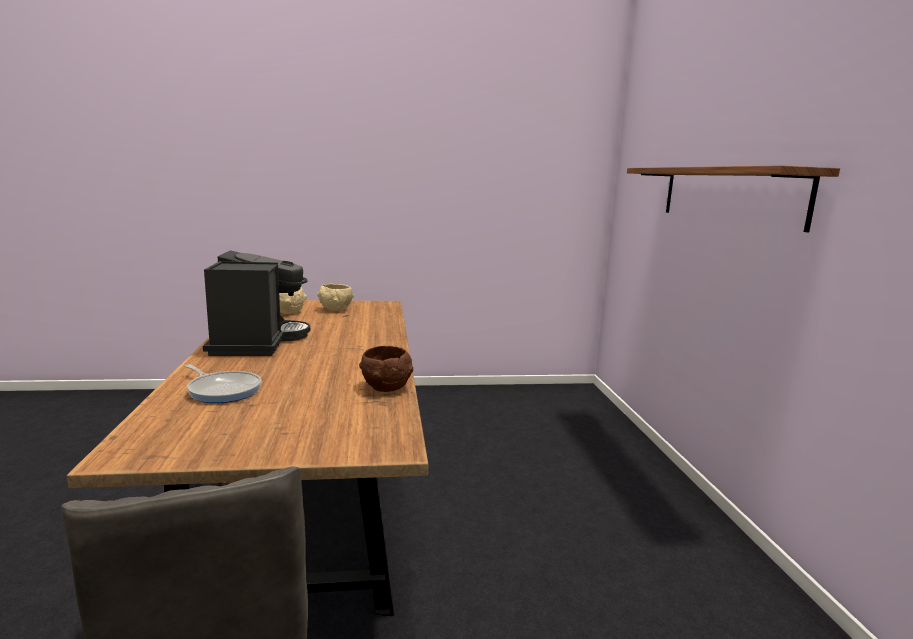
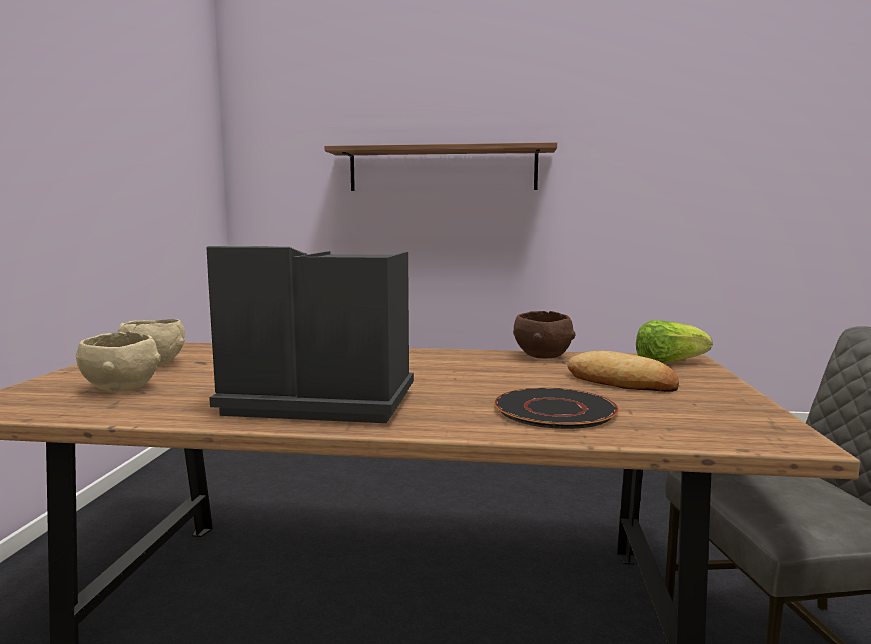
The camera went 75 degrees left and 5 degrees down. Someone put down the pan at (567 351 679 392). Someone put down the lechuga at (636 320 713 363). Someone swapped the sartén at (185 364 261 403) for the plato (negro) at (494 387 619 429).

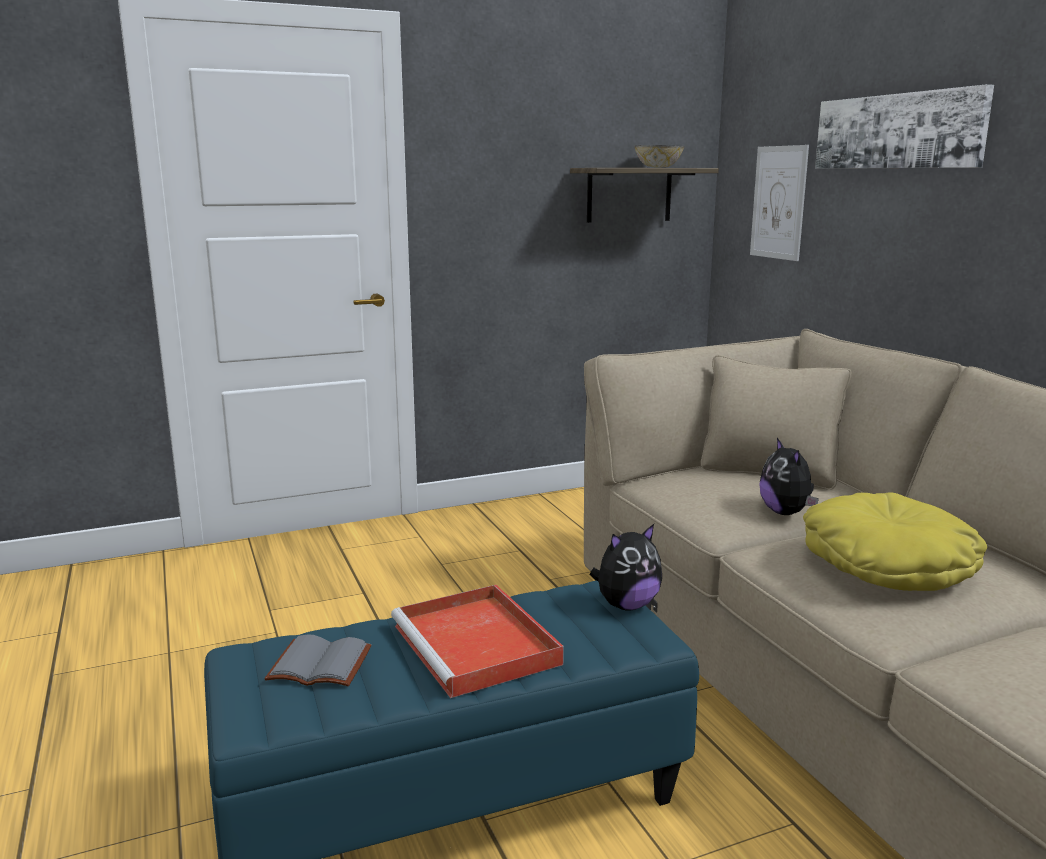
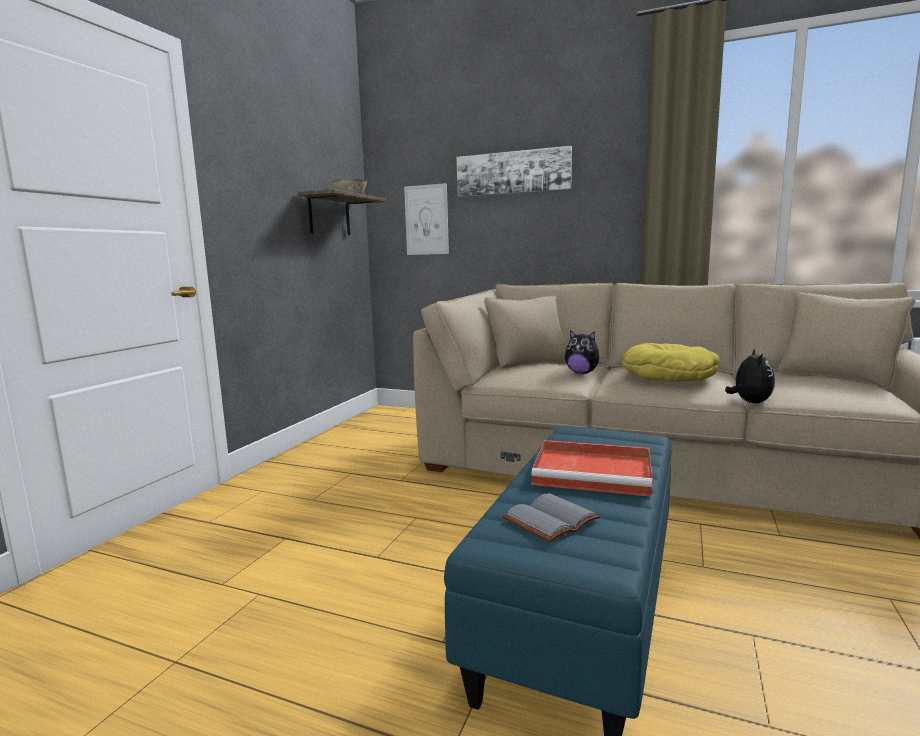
The camera went 45 degrees left and 5 degrees down. Someone carried the peluche from (590 524 662 610) to (725 349 775 403).

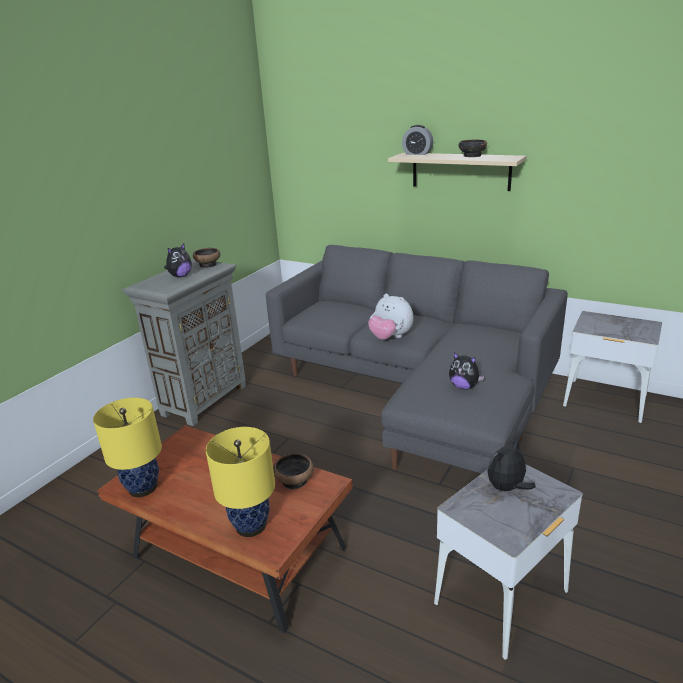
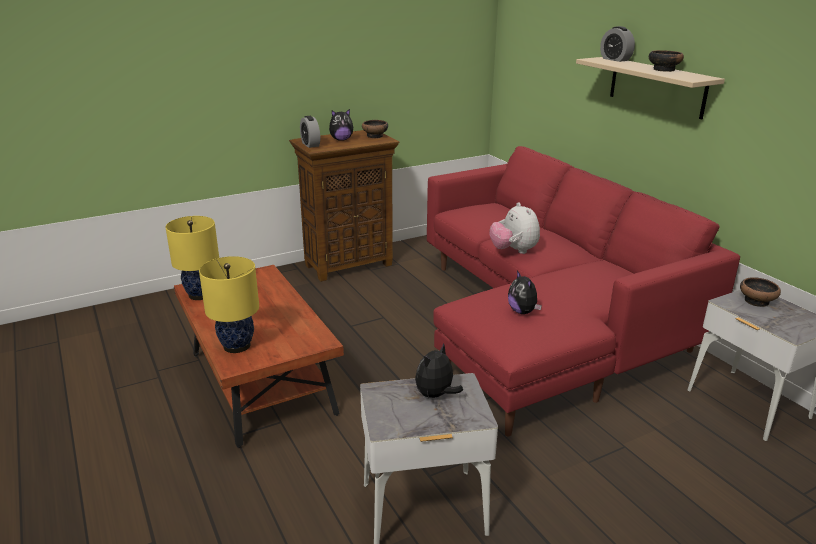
The camera went 30 degrees right and 0 degrees up. Someone put down the despertador at (300 116 320 148). Someone carried the cuenco from (273 453 314 490) to (740 277 781 307). Someone repainted the armario (gris) at (122 259 246 426), which became the armario (marrón) at (289 130 400 282). Someone repainted the sofá (gris) at (266 245 568 474), which became the sofá (rojo) at (427 146 740 437). Someone rotated the peluche at (488 440 536 493) by 45 degrees counterclockwise.

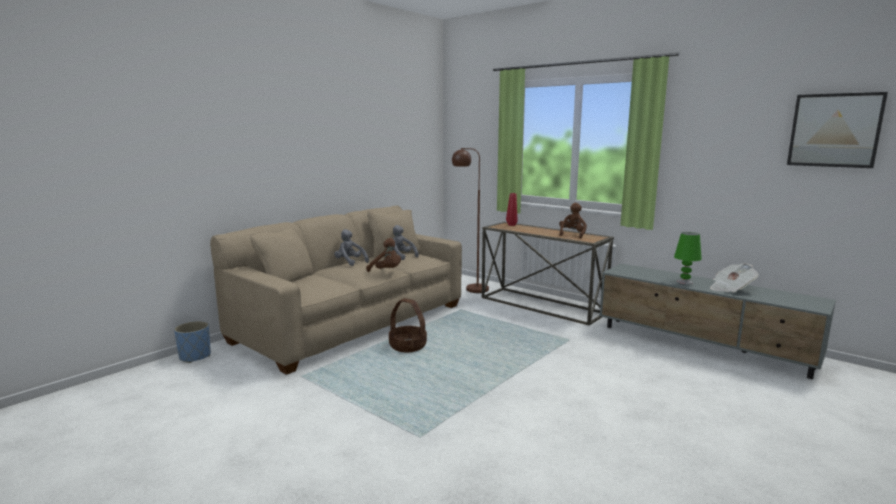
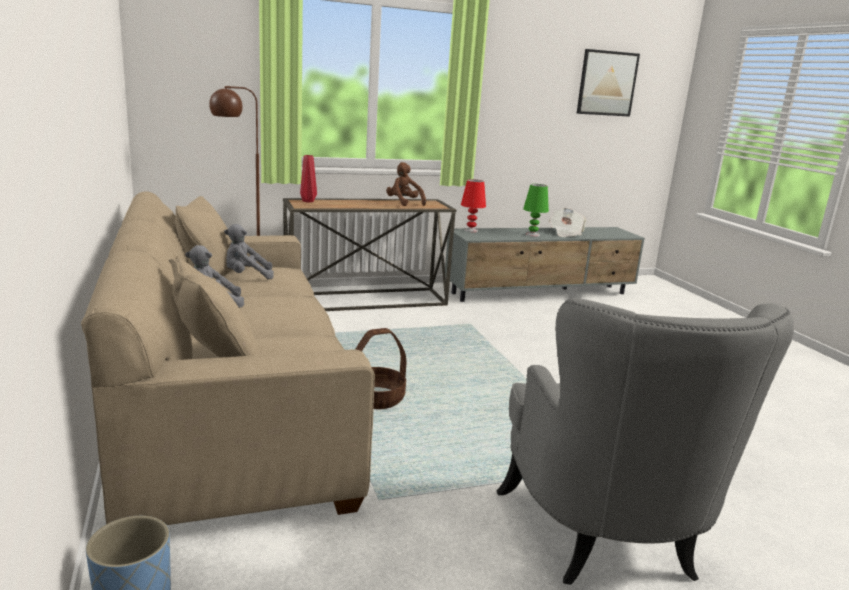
The camera went 60 degrees left and 5 degrees up. Someone took away the peluche (marrón) at (366 238 401 272). Someone put down the lámpara de mesa (rojo) at (461 179 486 232). Someone put down the sillón (gris) at (496 298 793 585).

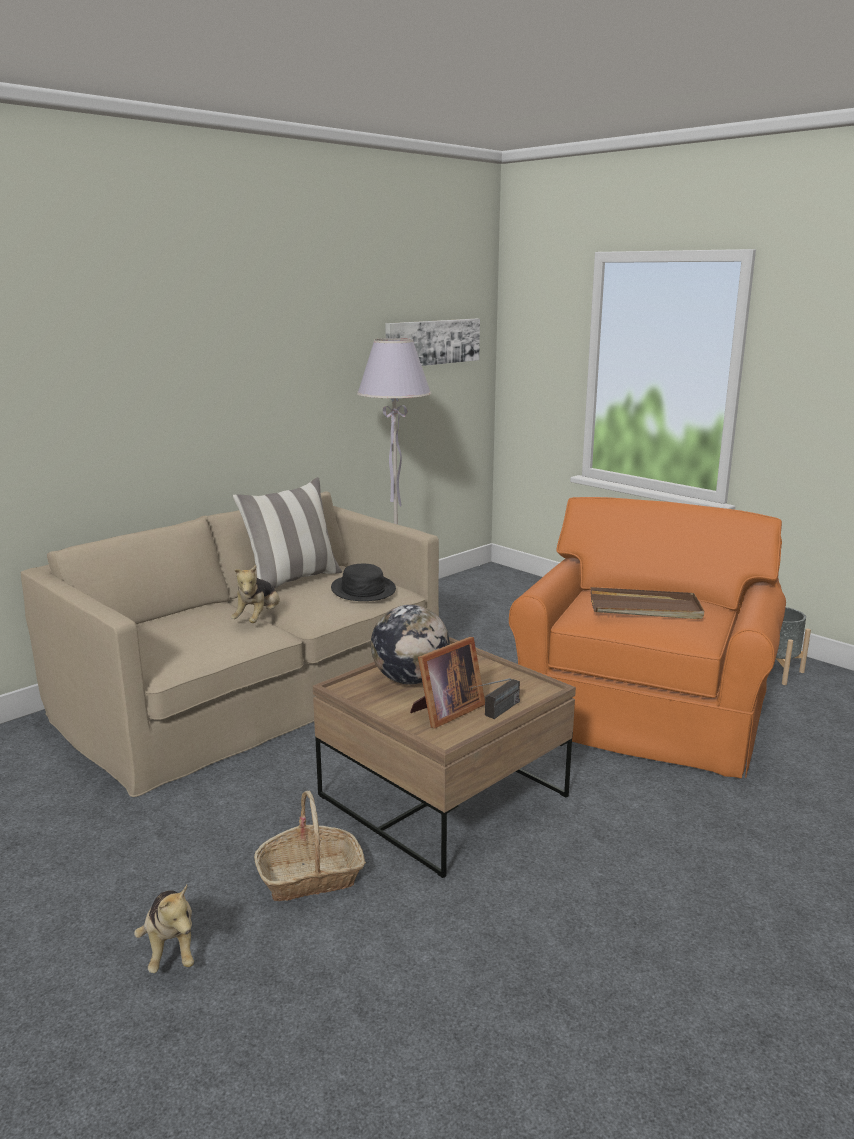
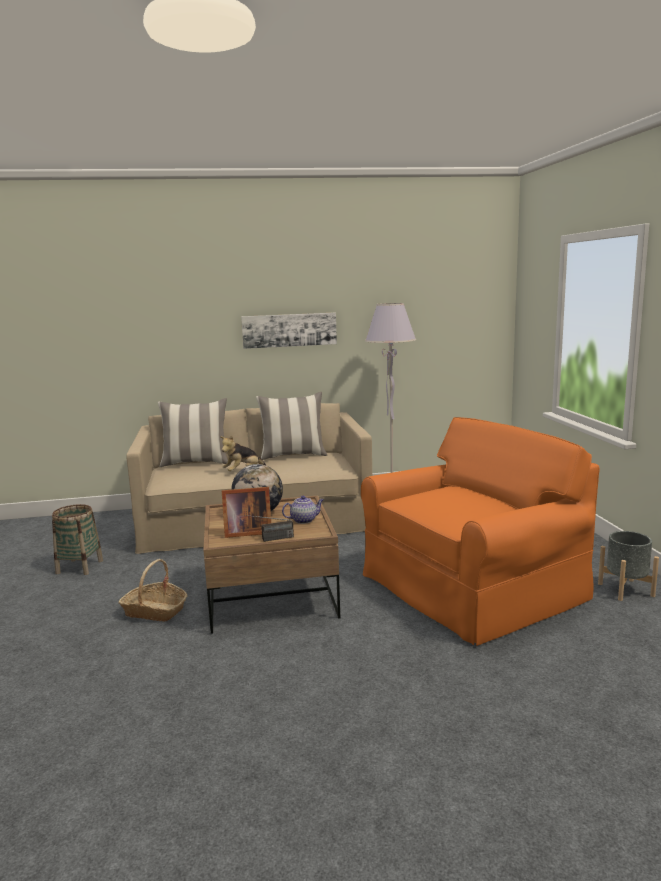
The camera went 35 degrees right and 5 degrees down. Someone took away the peluche at (134 885 194 973). Someone took away the sombrero (negro) at (331 564 396 601). Someone took away the bandeja (marrón) at (590 587 704 619). Someone put down the cesta at (52 504 103 575). Someone put down the cojín at (158 398 228 467). Someone put down the tetera at (282 496 324 524). Someone carried the cuadro from (385 319 480 366) to (241 313 337 349).

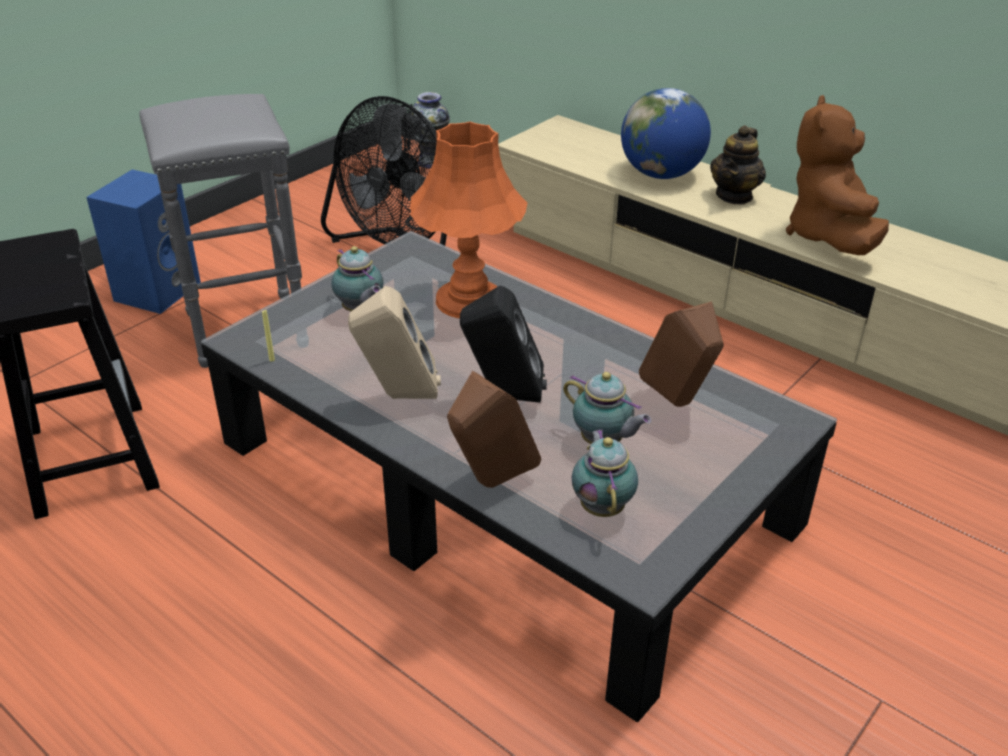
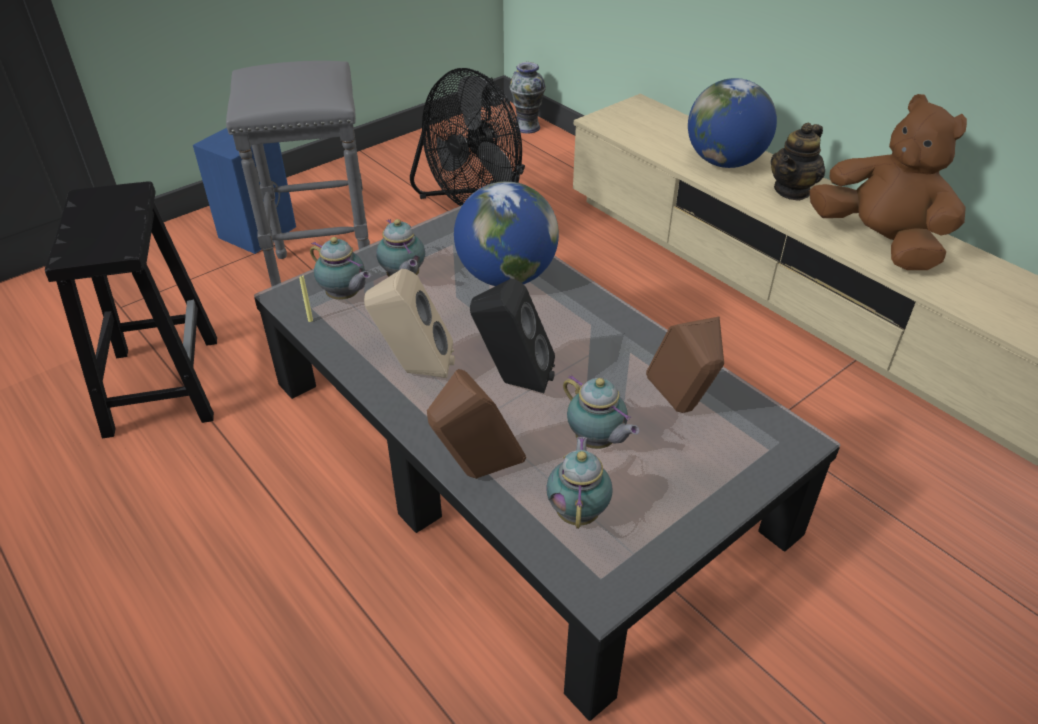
The camera went 10 degrees right and 5 degrees up. Someone put down the tetera at (310 237 371 300). Someone swapped the lámpara de mesa (naranja) at (410 122 527 318) for the globo terráqueo at (454 181 559 286). Someone rotated the peluche (marrón) at (786 95 889 255) by 120 degrees clockwise.

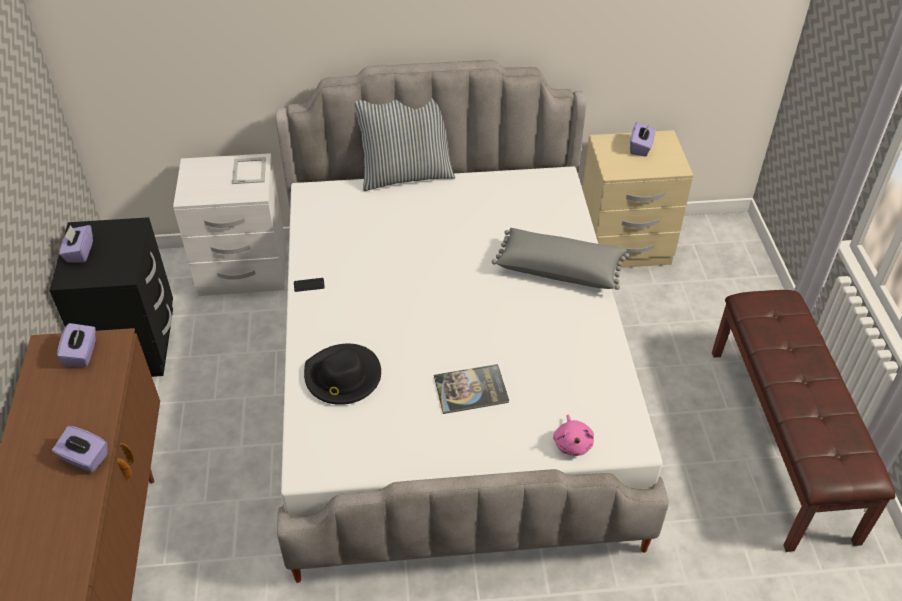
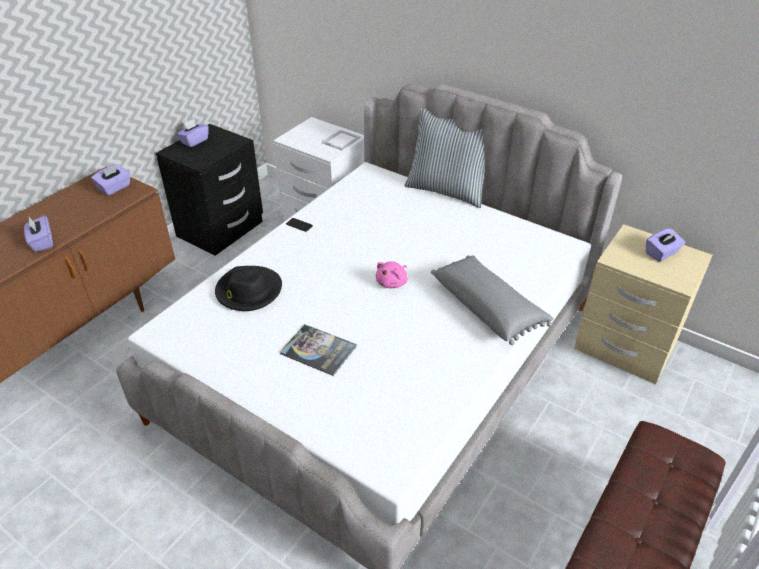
The camera went 40 degrees right and 5 degrees down. Someone carried the peluche (rosa) from (553 415 594 456) to (376 261 408 288).

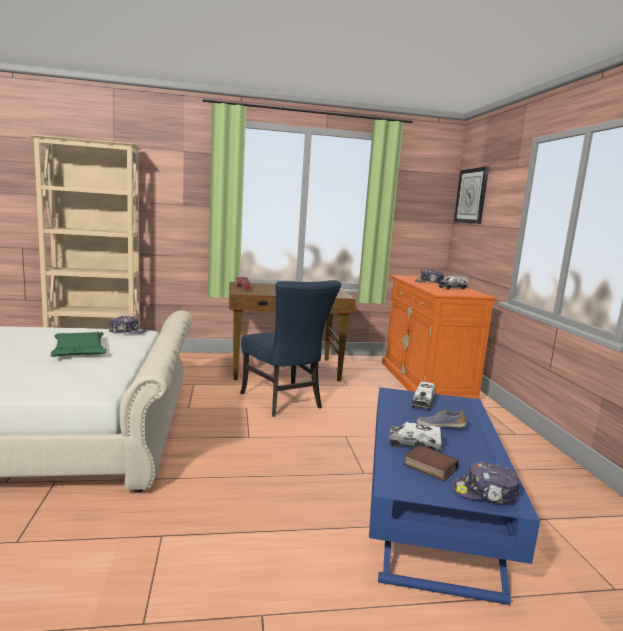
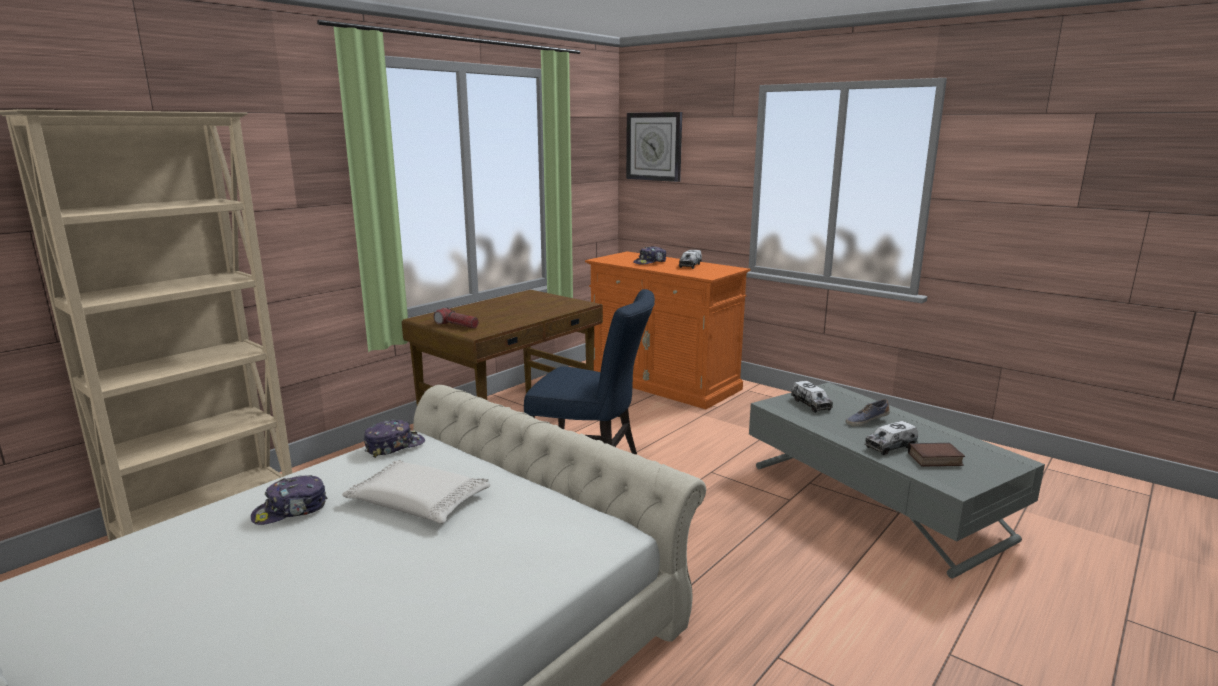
The camera went 40 degrees left and 5 degrees up. Someone carried the gorra from (451 462 520 504) to (251 475 328 525). Someone repainted the cojín (verde) at (50 331 106 357), which became the cojín (blanco) at (342 460 491 524). Someone repainted the mesa de centro (azul) at (369 387 540 605), which became the mesa de centro (gris) at (749 382 1045 578).

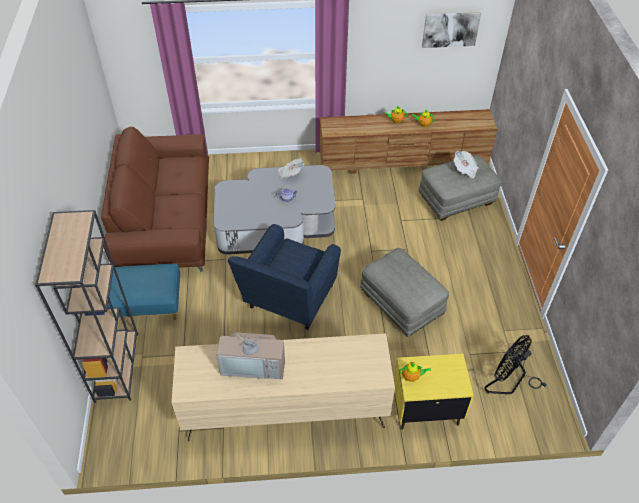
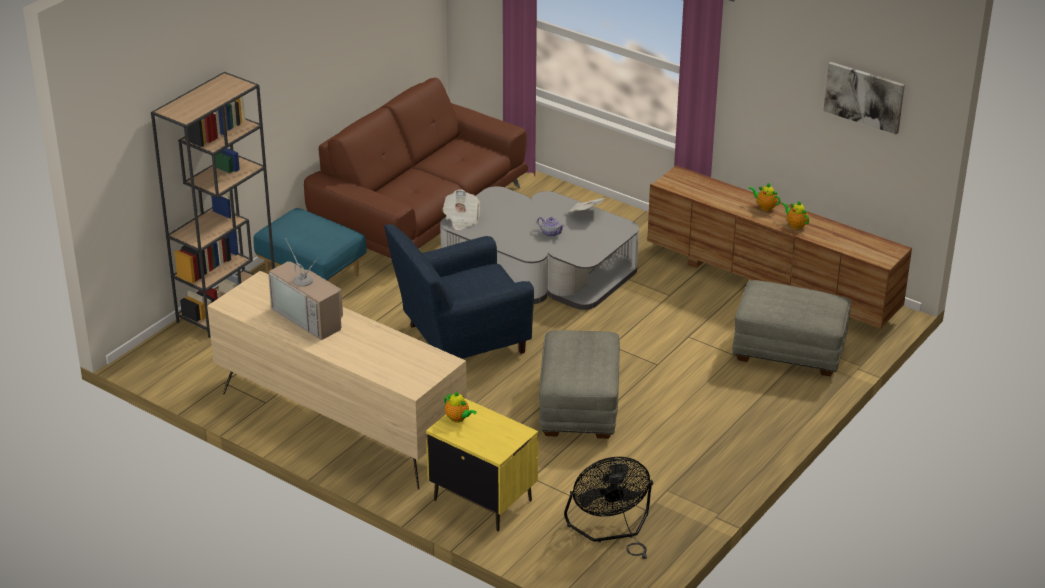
The camera went 40 degrees right and 15 degrees down. Someone carried the periódico from (454 151 479 178) to (442 189 480 230).

